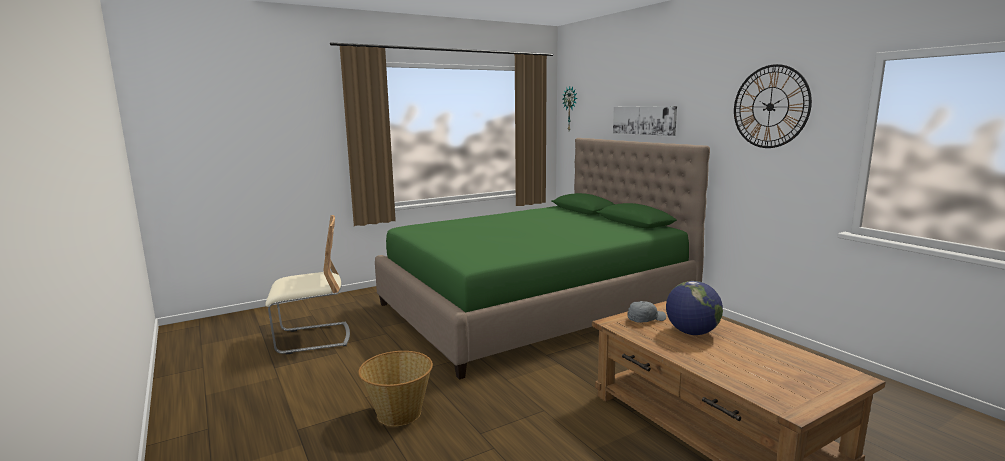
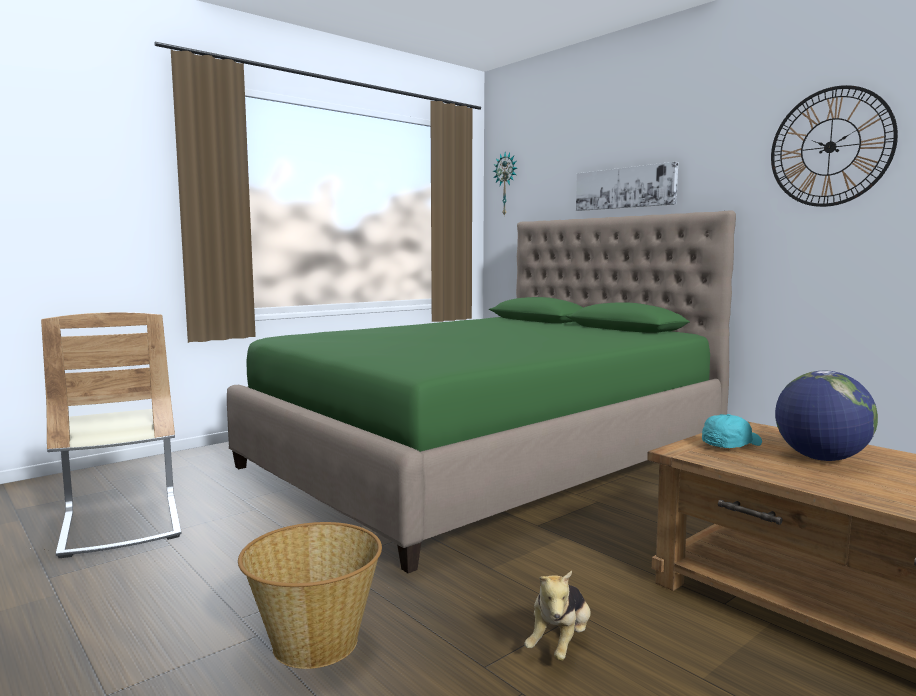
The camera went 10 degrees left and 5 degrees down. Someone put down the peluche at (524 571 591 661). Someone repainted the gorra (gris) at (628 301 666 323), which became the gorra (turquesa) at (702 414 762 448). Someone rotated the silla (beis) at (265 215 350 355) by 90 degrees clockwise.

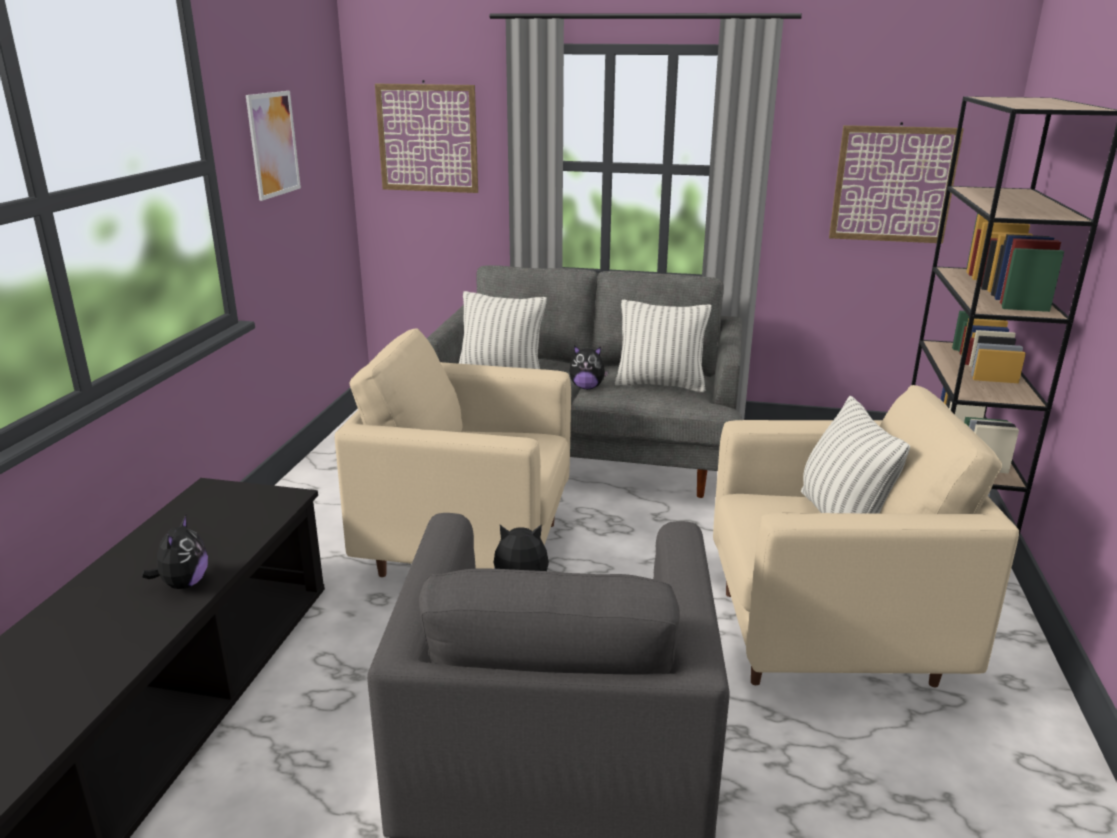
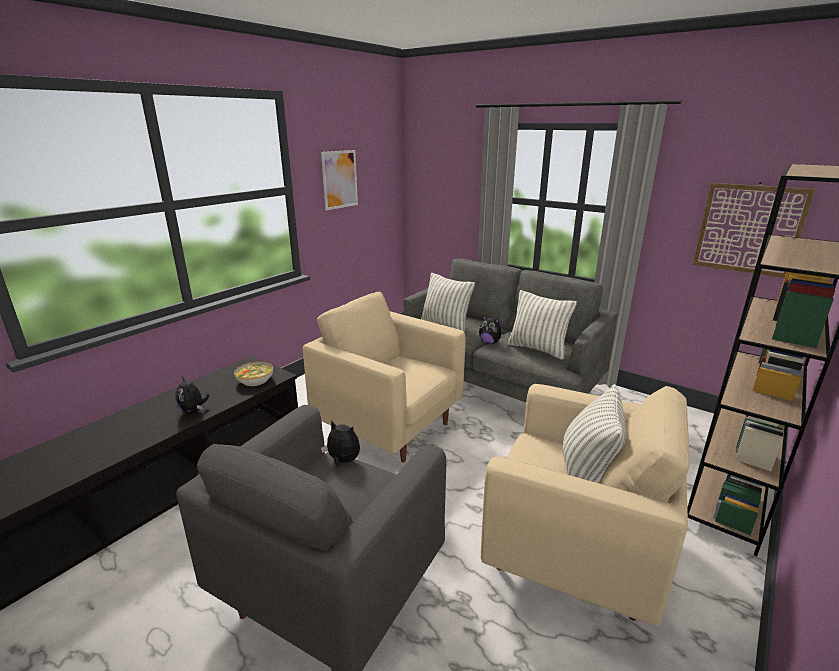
The camera went 25 degrees right and 0 degrees up. Someone took away the cuadro at (375 80 478 193). Someone put down the cuenco at (234 361 273 386). Someone rotated the peluche at (142 515 208 589) by 120 degrees clockwise.

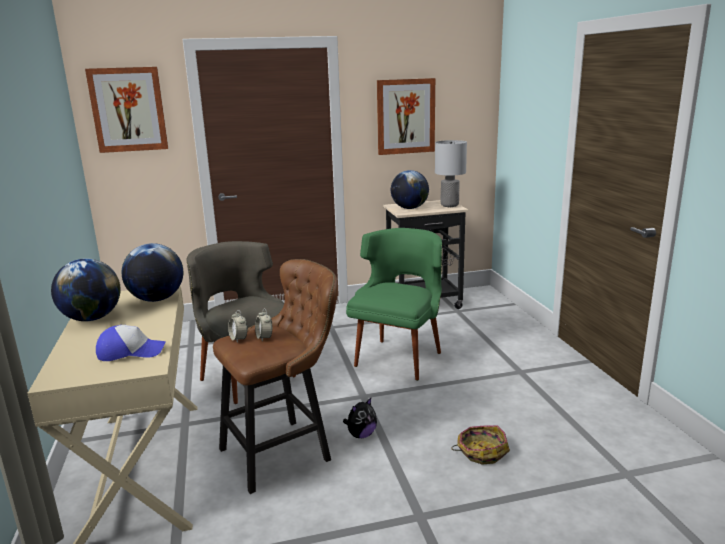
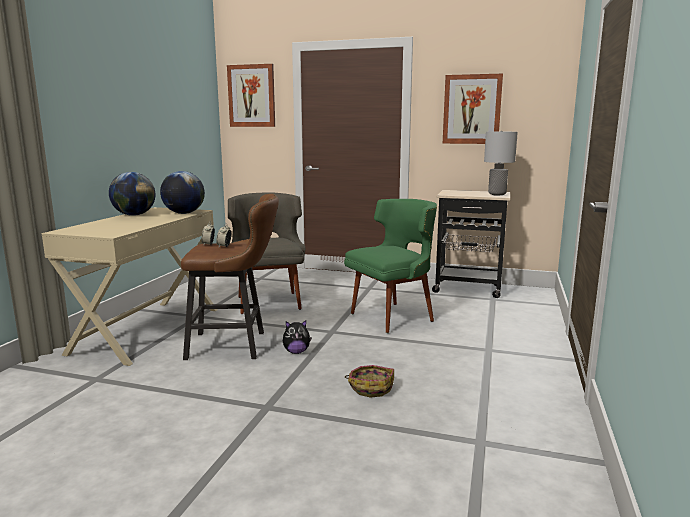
The camera went 30 degrees right and 5 degrees down. Someone took away the gorra at (96 325 166 361). Someone took away the globo terráqueo at (391 170 429 209).

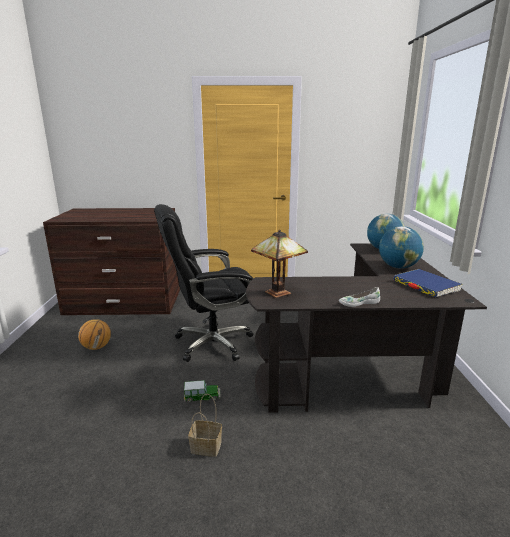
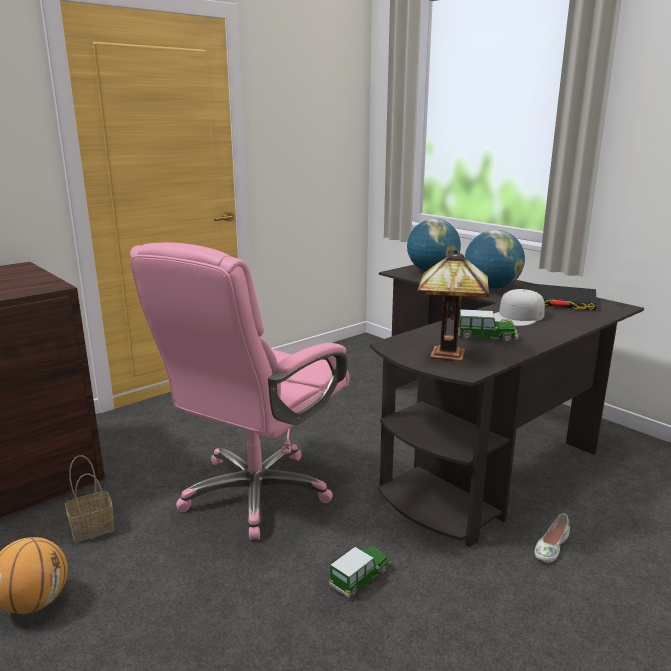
The camera went 40 degrees left and 0 degrees up. Someone put down the coche de juguete at (458 309 519 343). Someone put down the gorra (blanco) at (494 289 545 326). Someone carried the cesta from (188 394 222 457) to (65 455 114 543). Someone carried the zapato (blanco) from (339 287 380 307) to (535 514 570 563). Someone repainted the silla de oficina (negro) at (154 204 254 362), which became the silla de oficina (rosa) at (130 242 350 540). Someone repainted the libro (azul) at (393 269 463 297), which became the libro (negro) at (526 283 597 310).

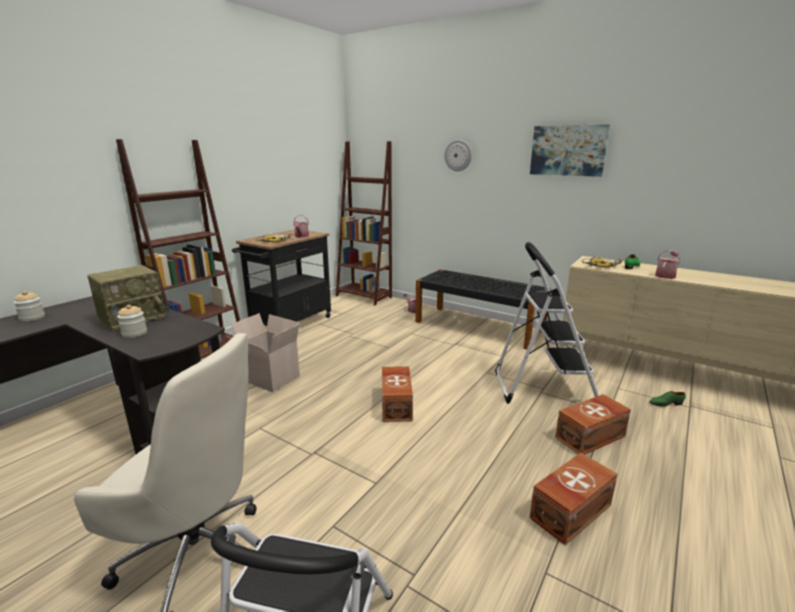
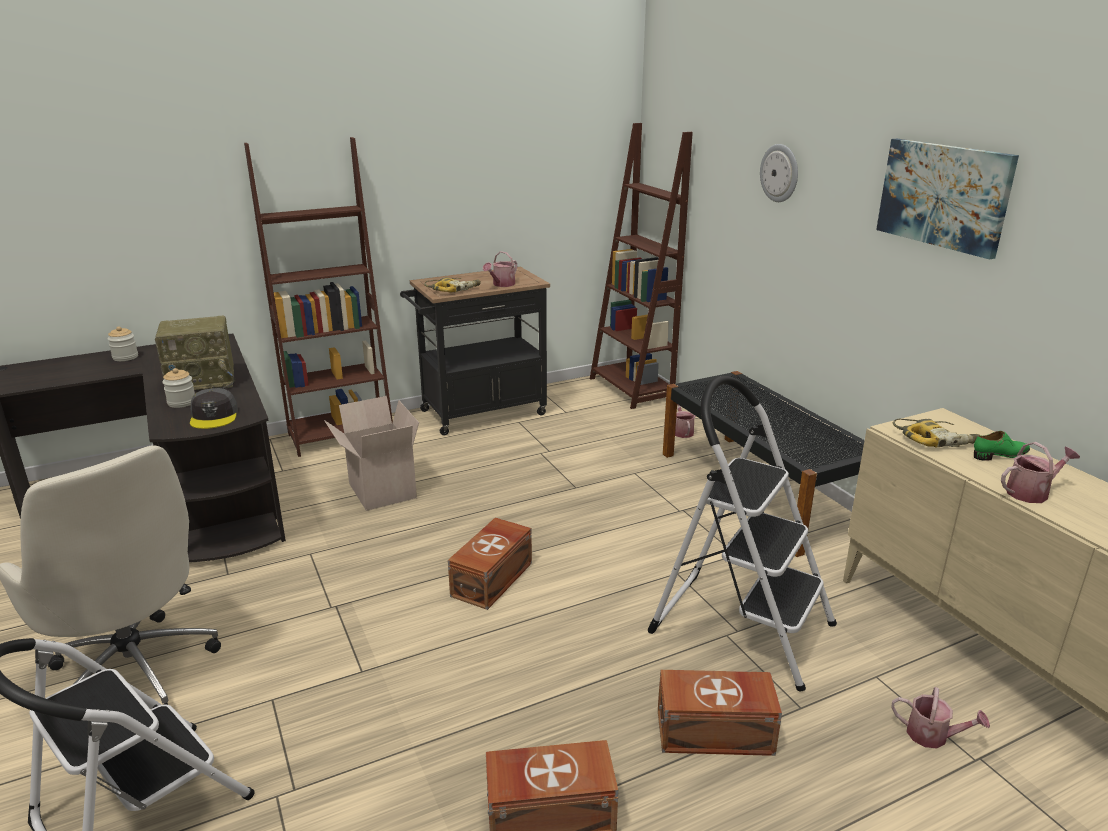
The camera went 30 degrees right and 5 degrees up. Someone put down the gorra (gris) at (190 388 238 429). Someone swapped the zapato (verde) at (649 391 686 407) for the regadera at (891 687 990 748).

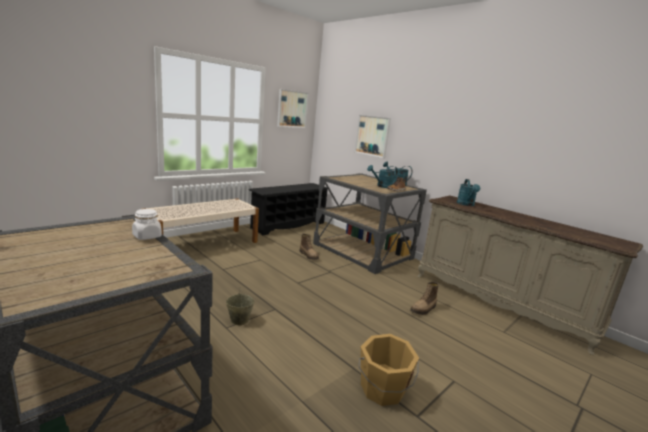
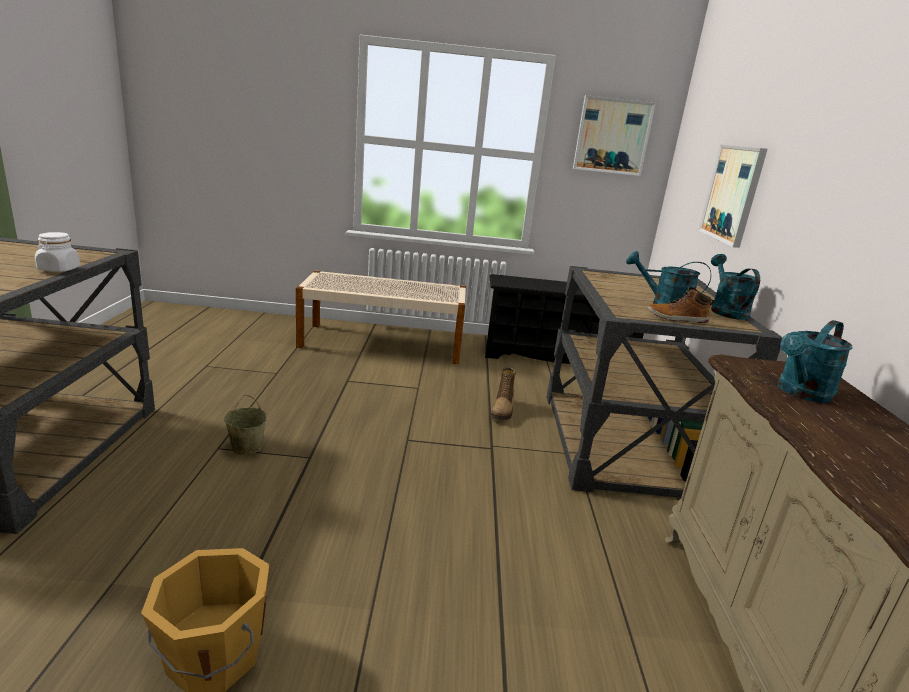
The camera went 45 degrees right and 5 degrees up. Someone took away the bota at (410 282 439 315).

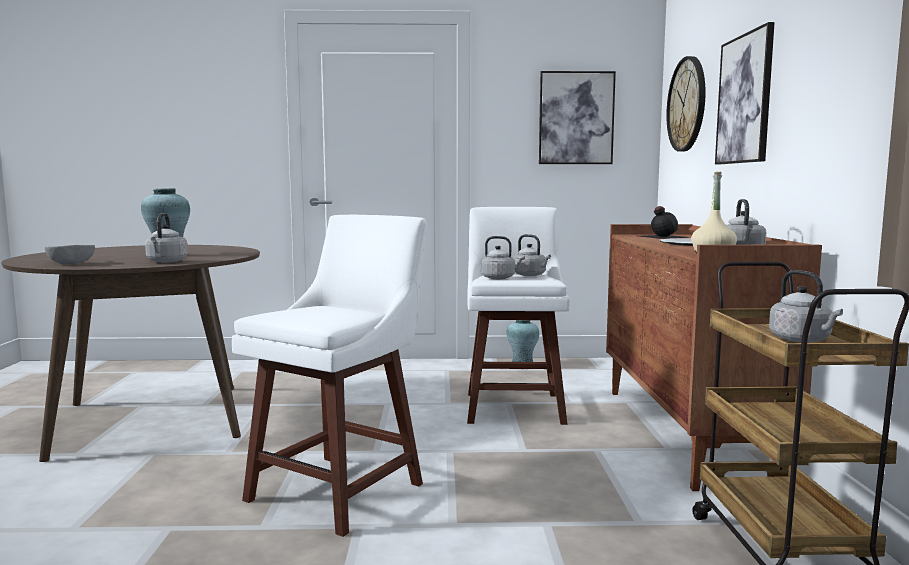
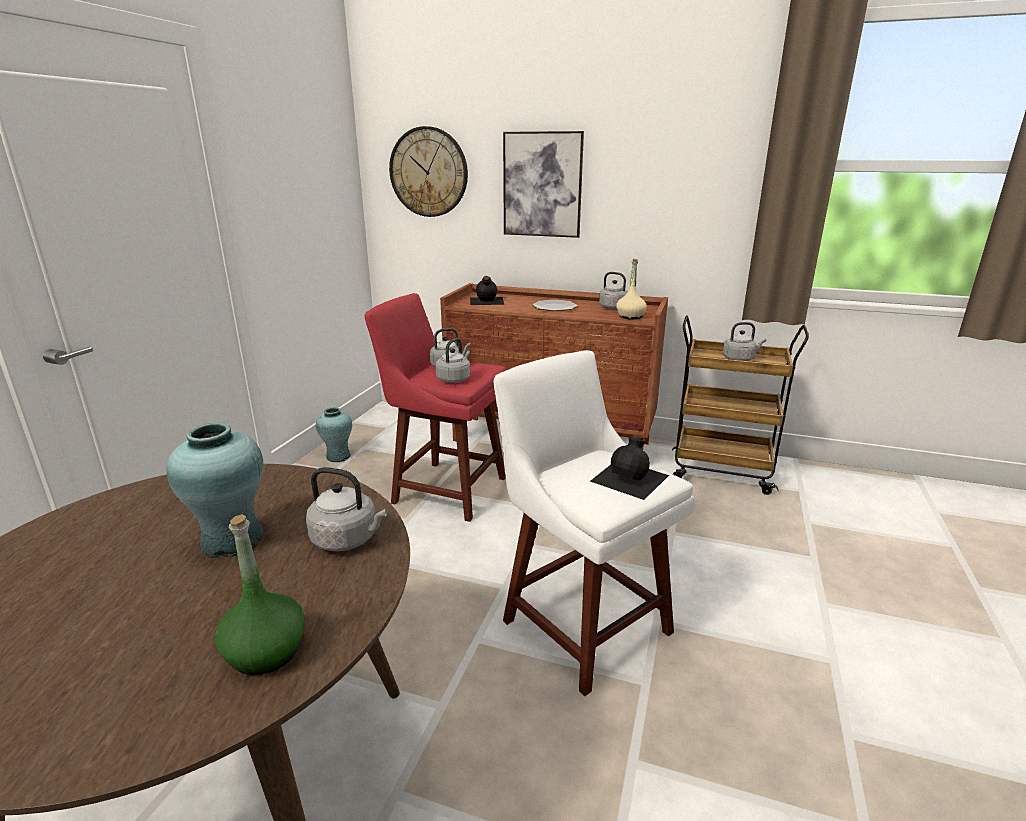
The camera went 70 degrees left and 15 degrees up. Someone took away the cuadro at (539 71 616 164). Someone put down the botella (negro) at (590 434 669 500). Someone swapped the cuenco (gris) at (45 245 95 264) for the botella (verde) at (215 514 305 675). Someone repainted the taburete (blanco) at (467 207 570 425), which became the taburete (rojo) at (365 293 506 522).

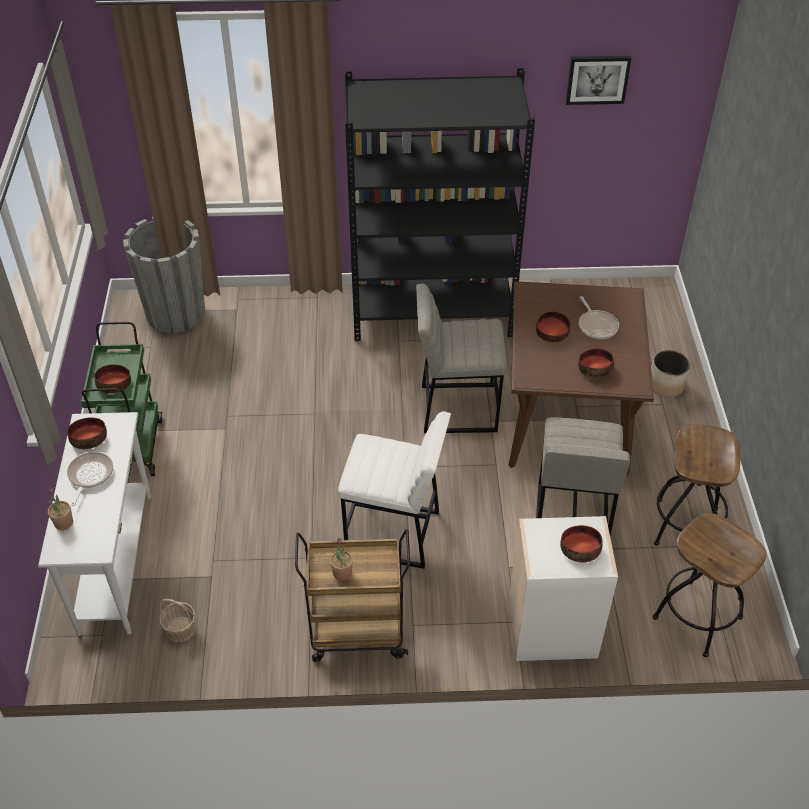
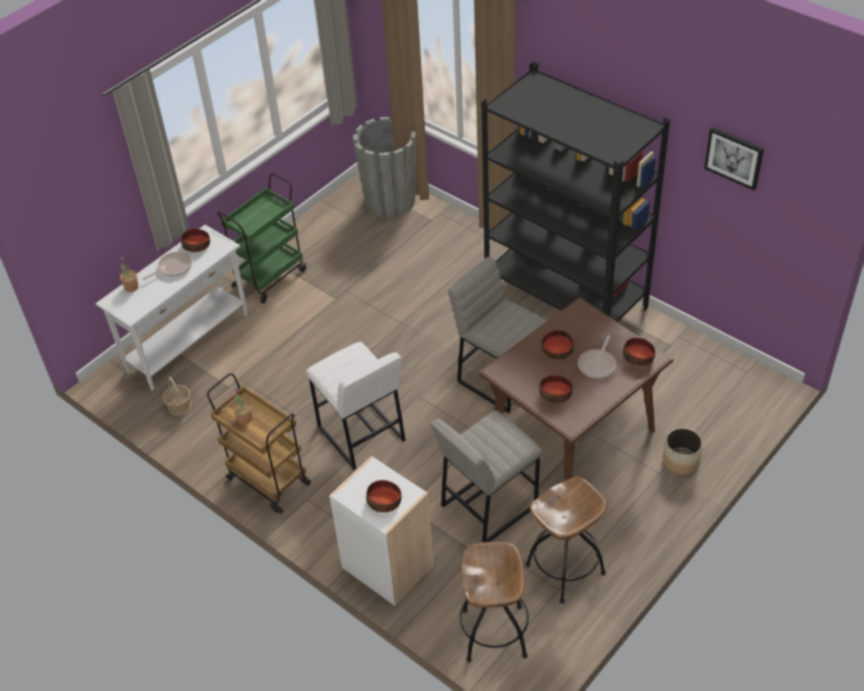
The camera went 45 degrees right and 0 degrees up. Someone carried the cuenco from (95 364 131 394) to (623 338 656 366).

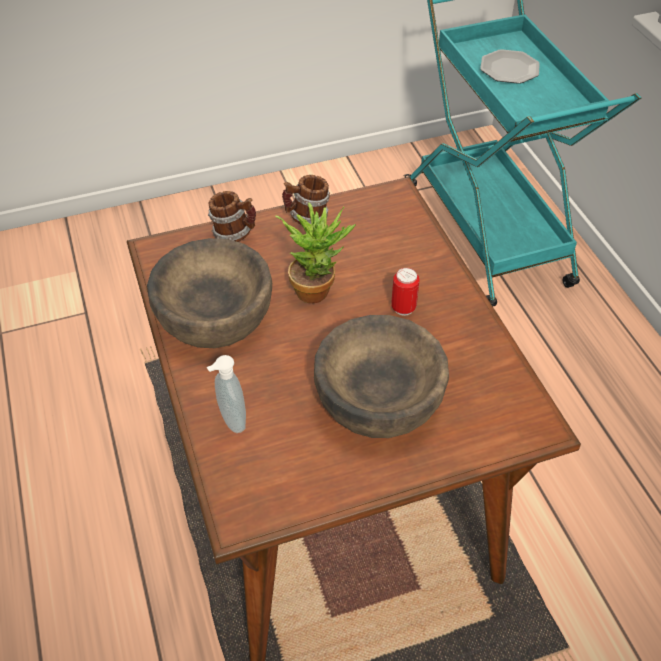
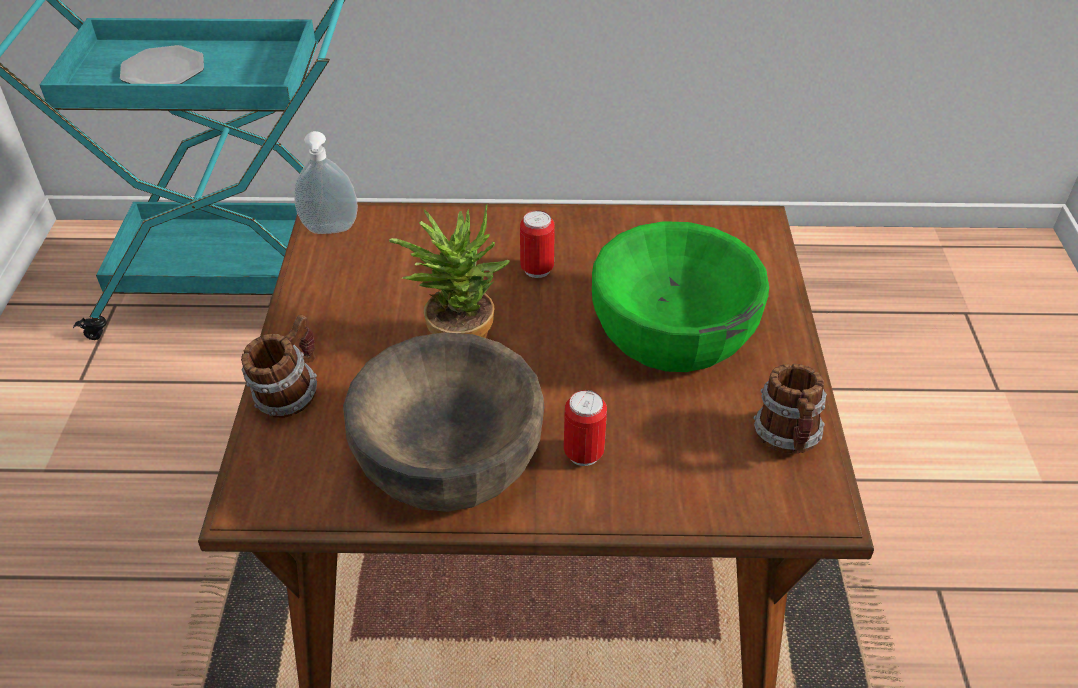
The camera went 70 degrees left and 5 degrees down. Someone put down the lata at (564 390 607 466). Someone carried the dispensador de jabón from (206 355 246 433) to (294 131 358 234). Someone carried the taza grande from (282 175 330 224) to (754 364 827 453). Someone repainted the cuenco (marrón) at (314 315 449 438), which became the cuenco (verde) at (592 221 769 372).

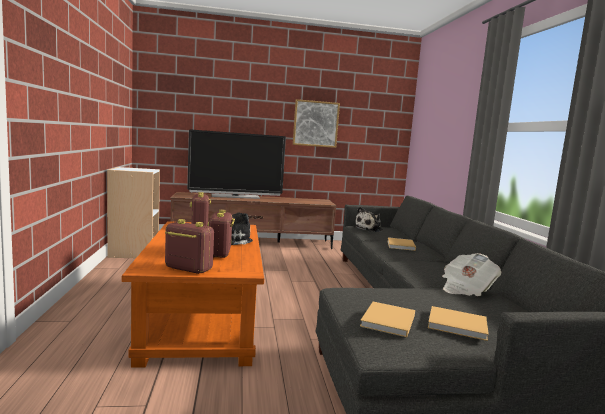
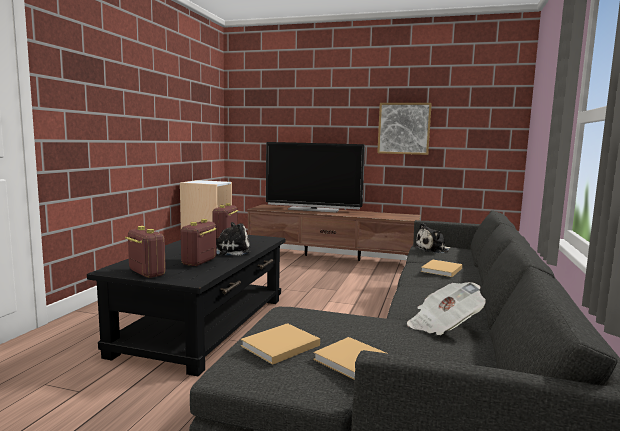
The camera went 25 degrees right and 0 degrees up. Someone repainted the mesa de centro (naranja) at (122 221 264 368), which became the mesa de centro (negro) at (87 235 286 376).

